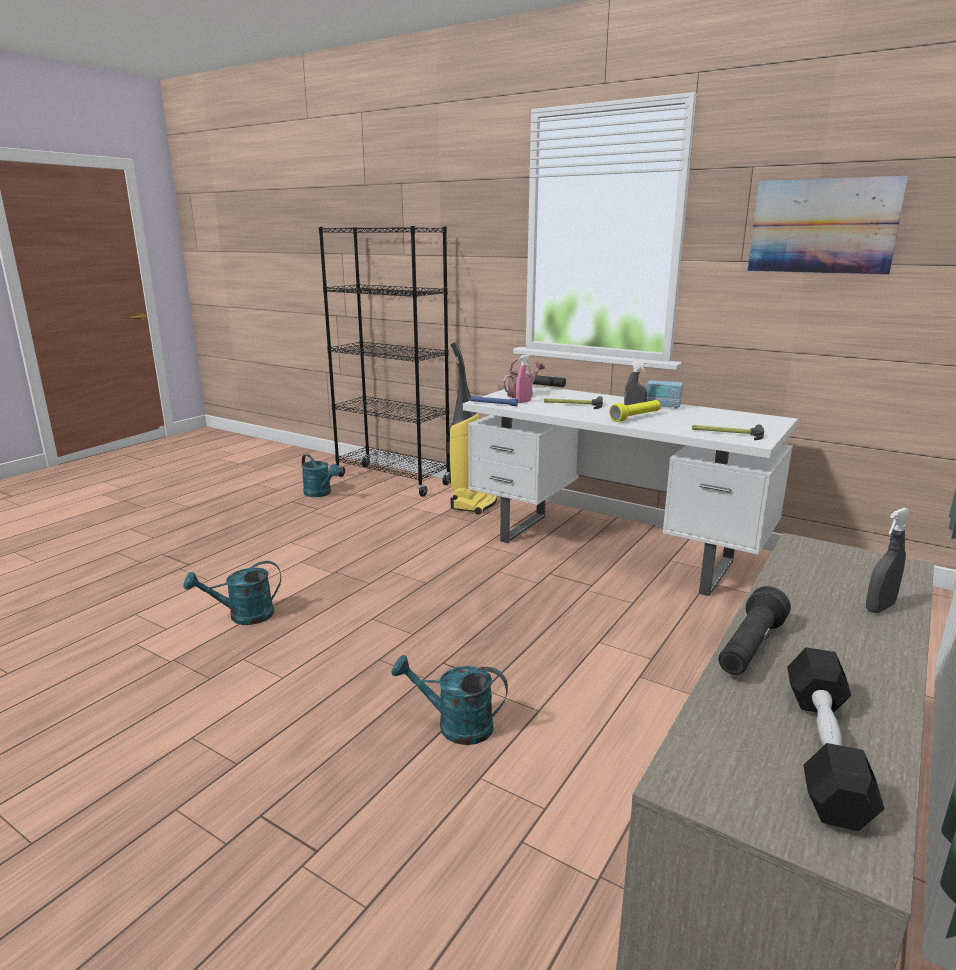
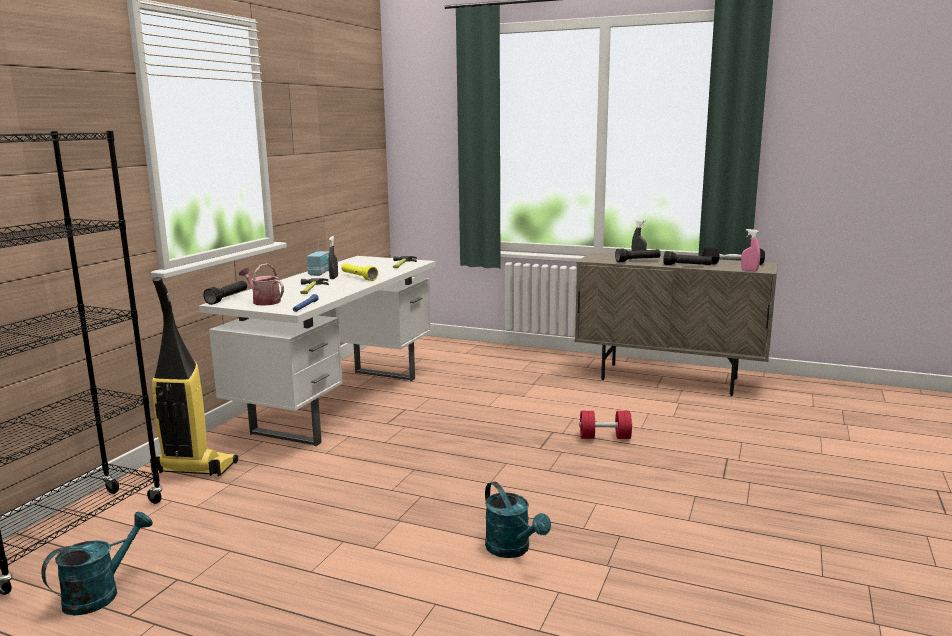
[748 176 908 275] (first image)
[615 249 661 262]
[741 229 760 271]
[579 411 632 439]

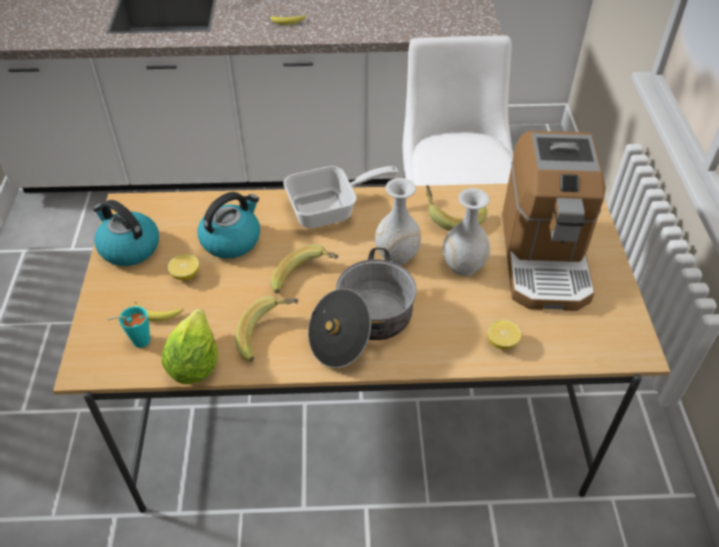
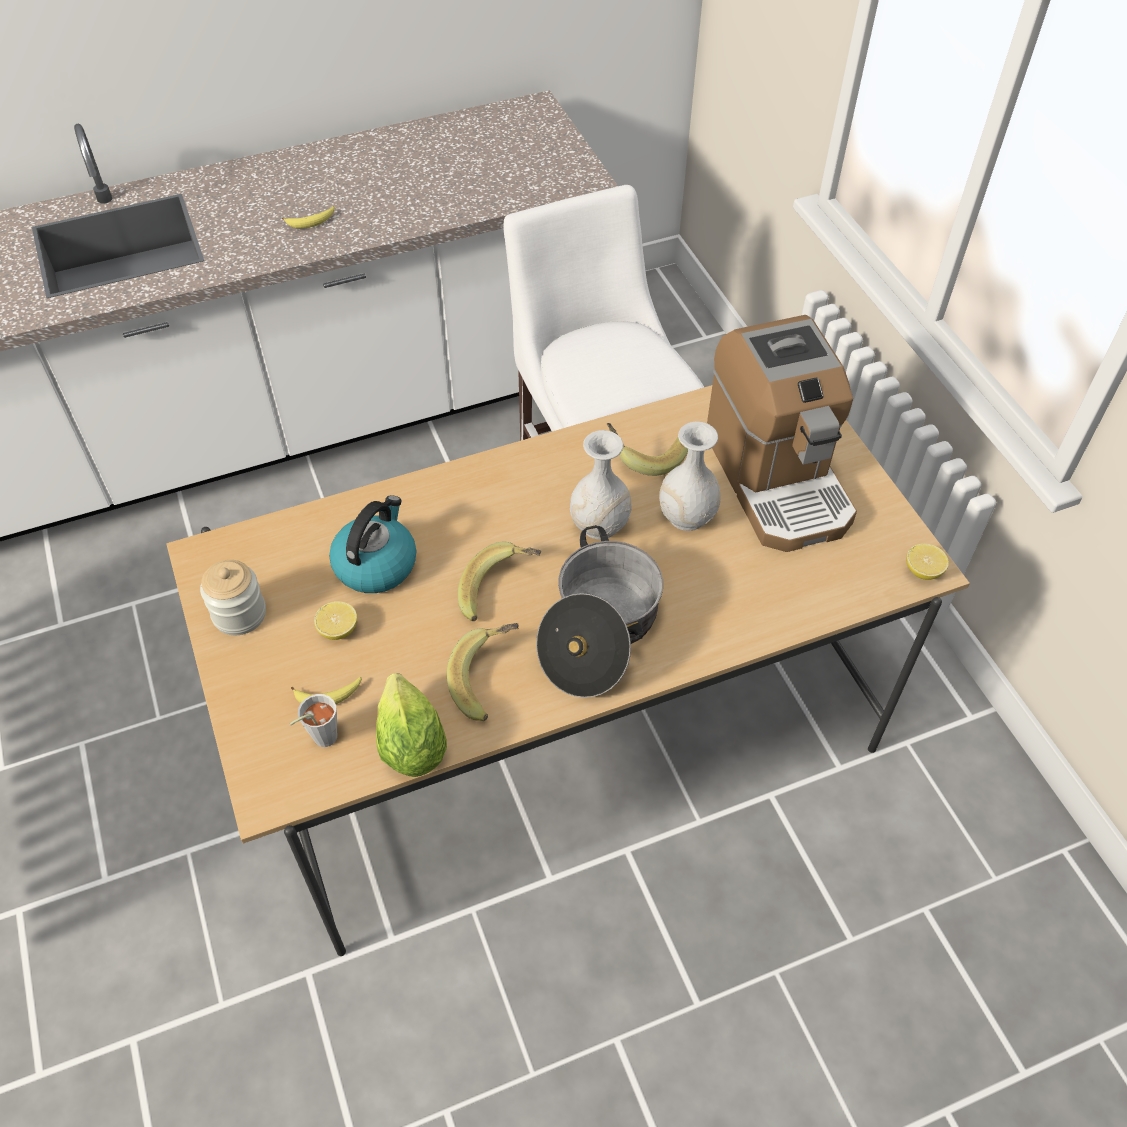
[283 166 399 228] (first image)
[906 543 949 580]
[200 560 266 635]
[289 694 337 747]

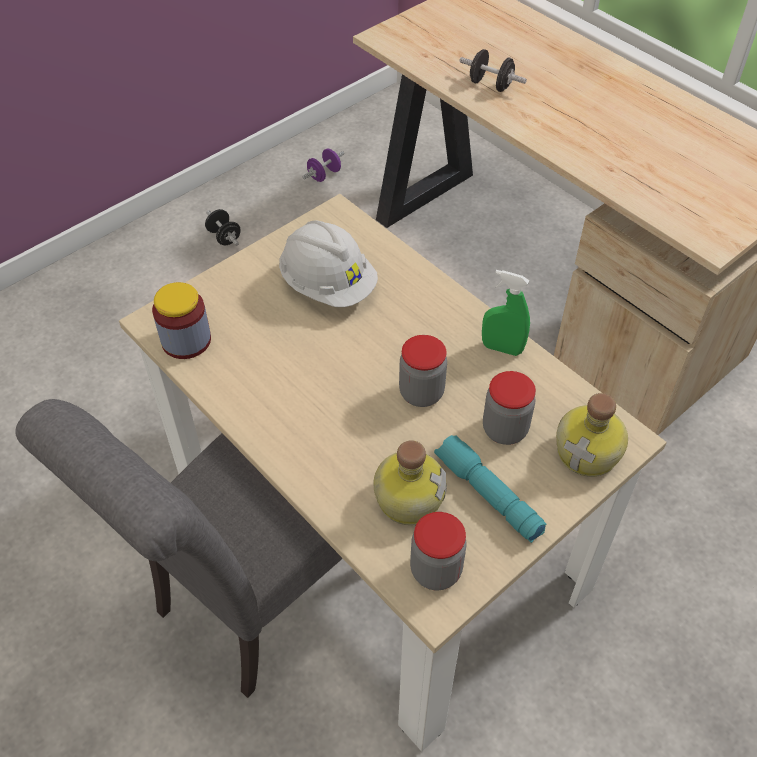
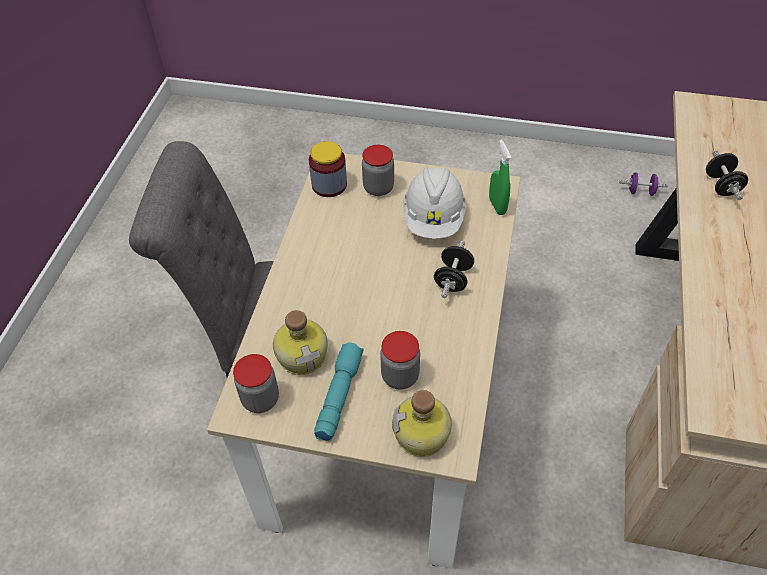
[434 241 474 298]
[362 145 394 196]
[489 139 511 215]

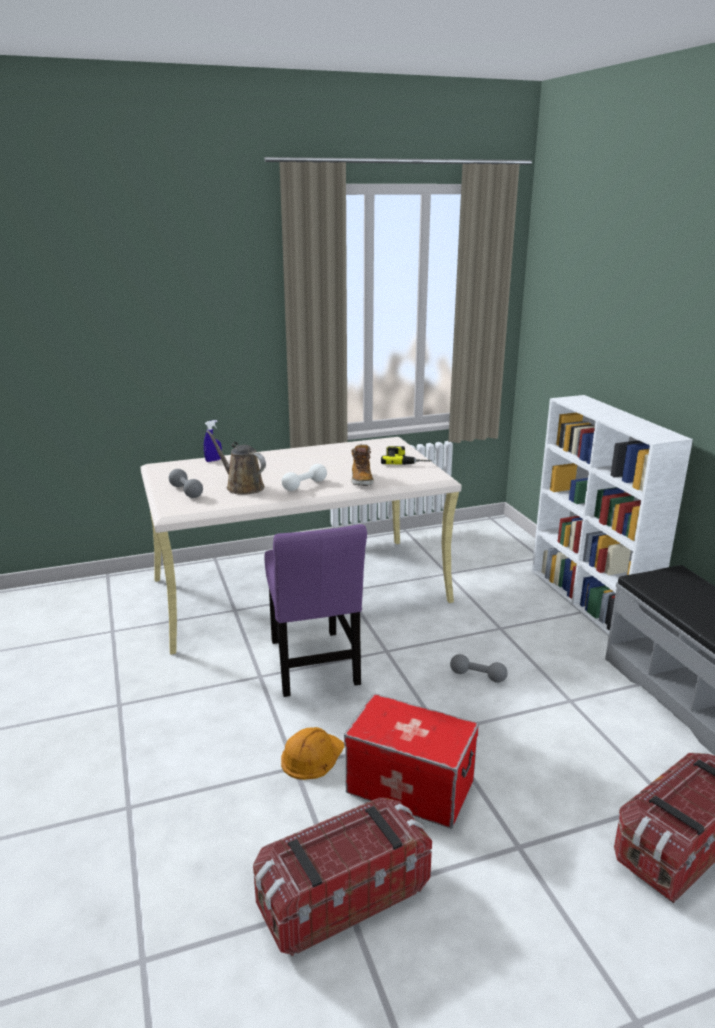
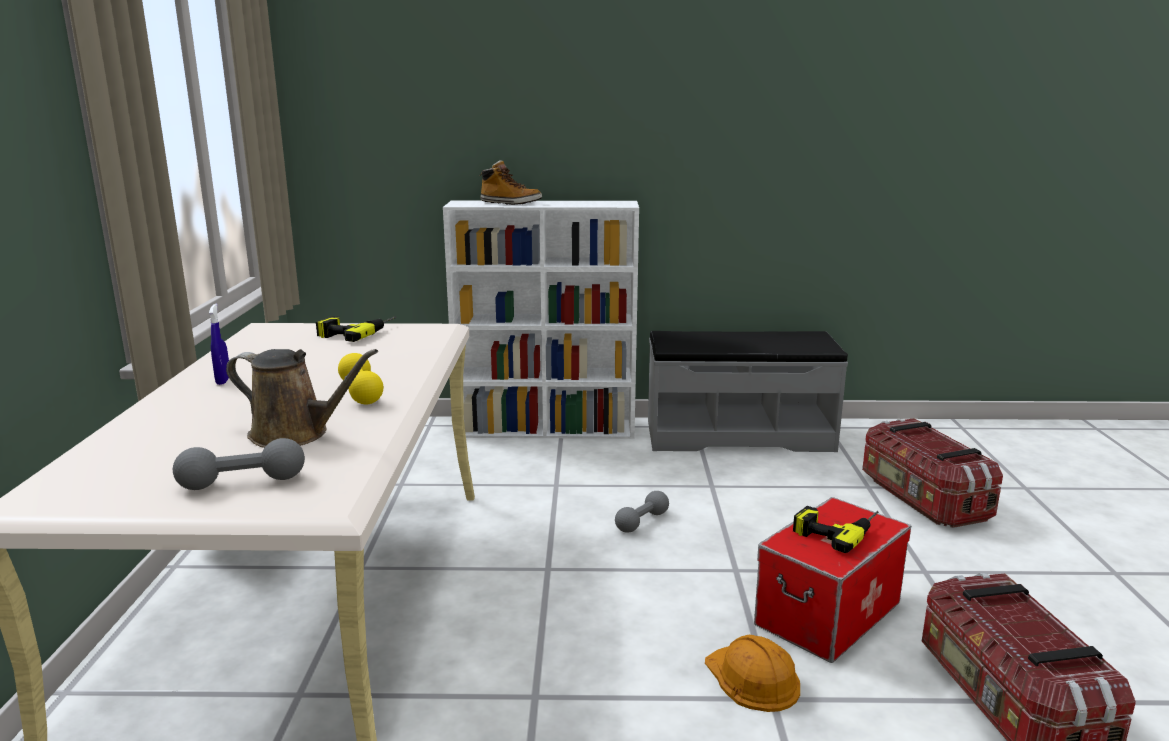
[264 524 367 697] (first image)
[793 506 879 553]
[209 304 229 385]
[480 160 542 205]
[338 353 383 404]
[226 349 378 448]

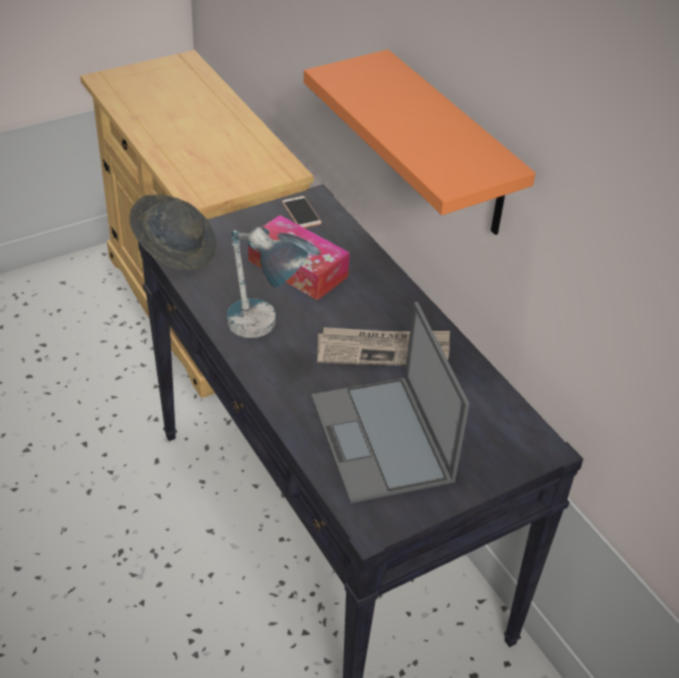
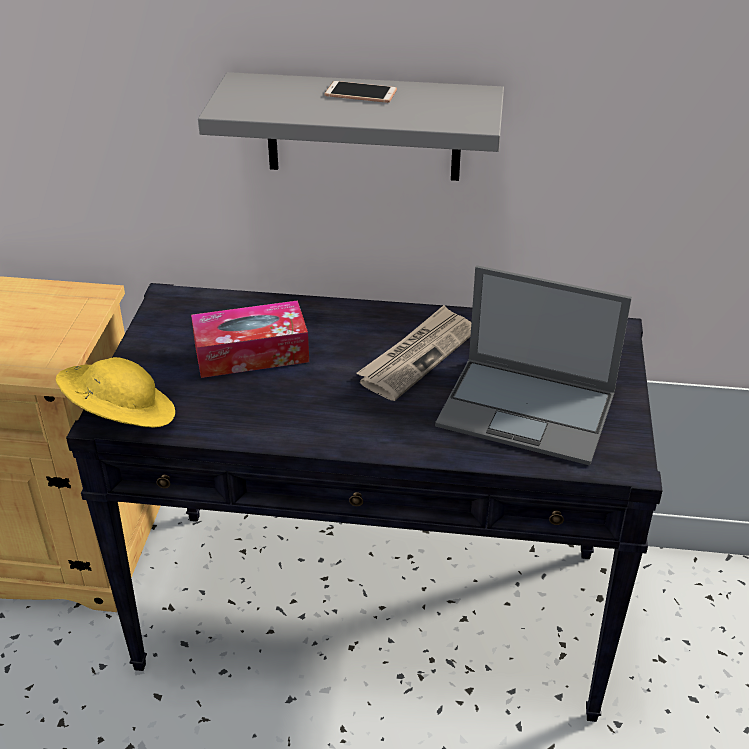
[227 227 308 338] (first image)
[324 81 397 103]
[56 357 175 427]
[198 72 504 181]

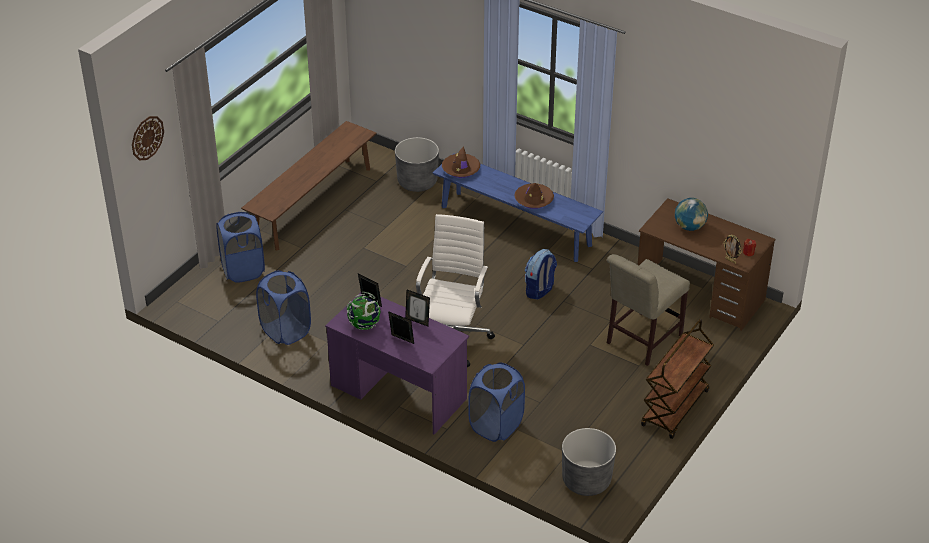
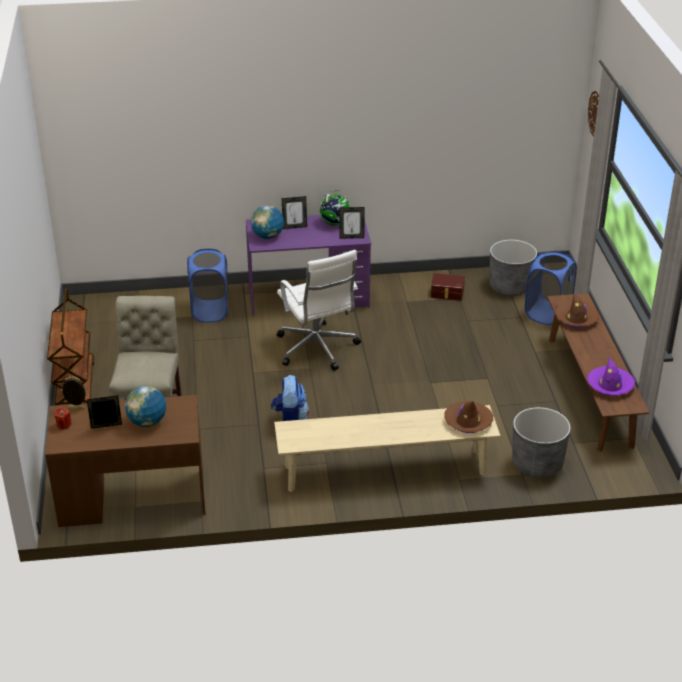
[251 205 284 239]
[587 358 635 396]
[87 395 122 429]
[555 293 599 328]
[489 240 537 296]
[430 273 465 301]
[274 405 500 492]

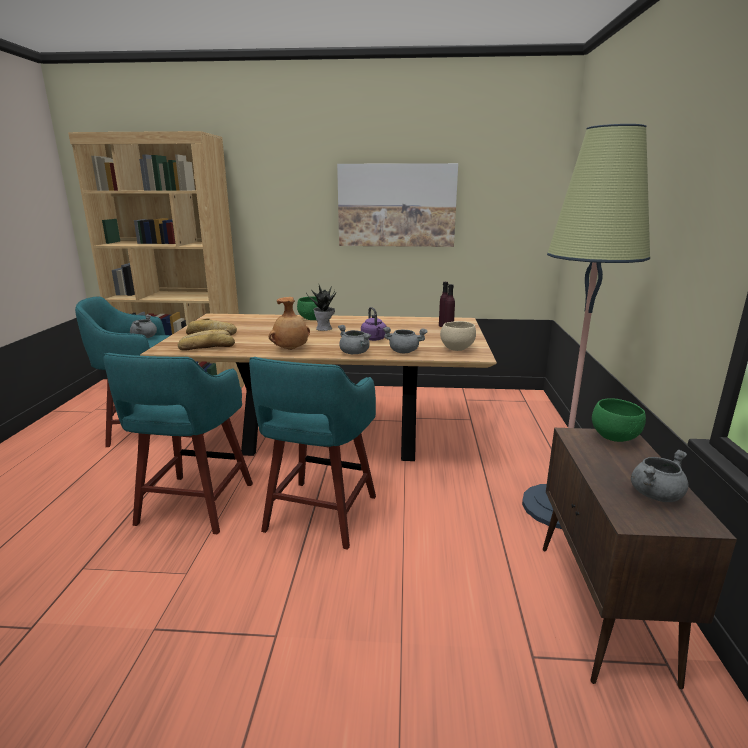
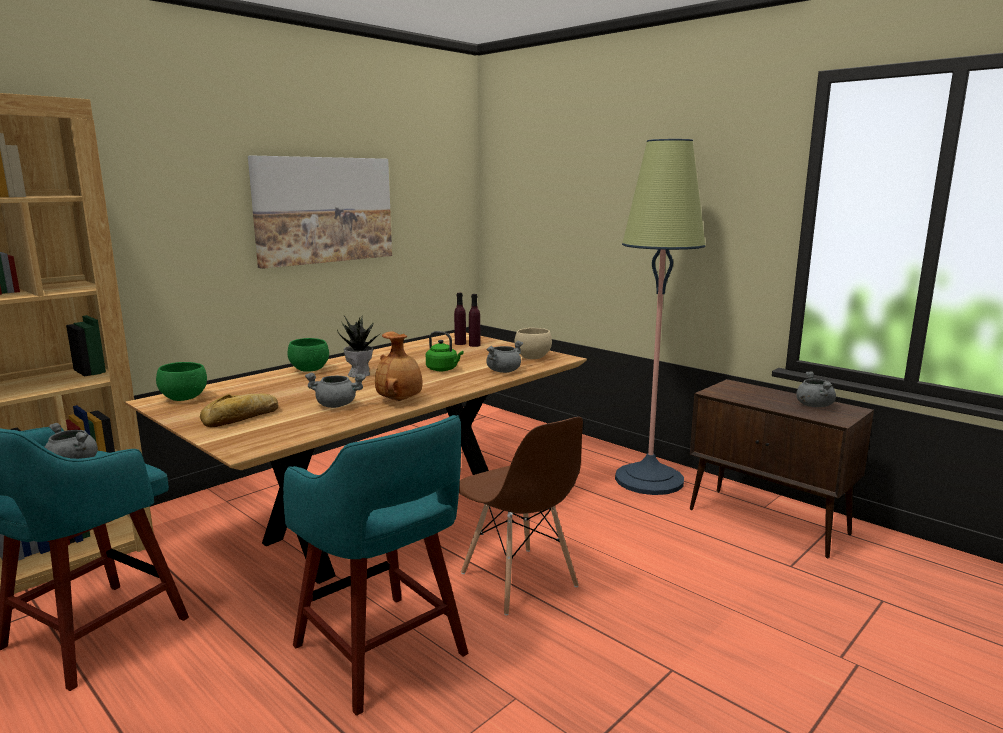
[178 330 235 351] (first image)
[305 373 365 408]
[156 362 207 401]
[459 417 583 615]
[426 331 464 371]

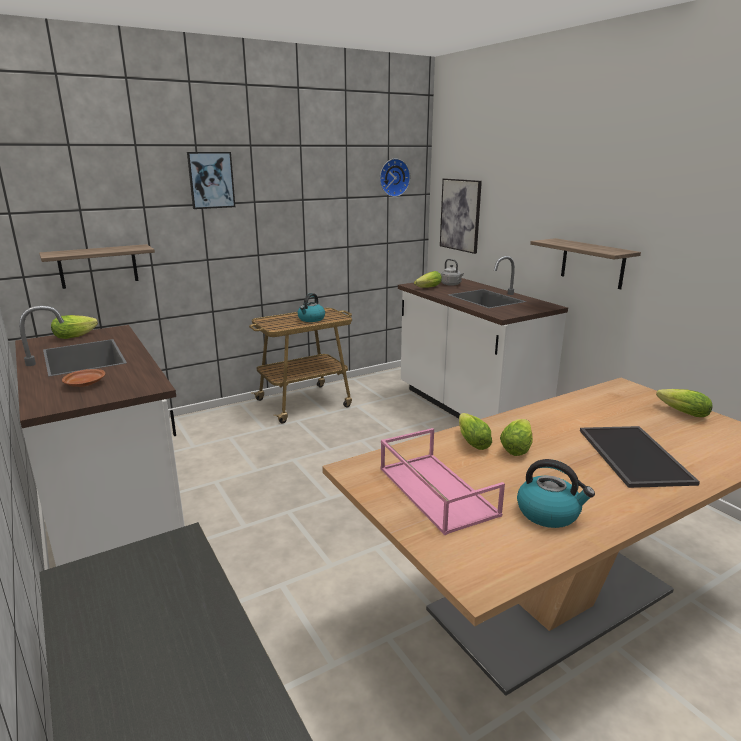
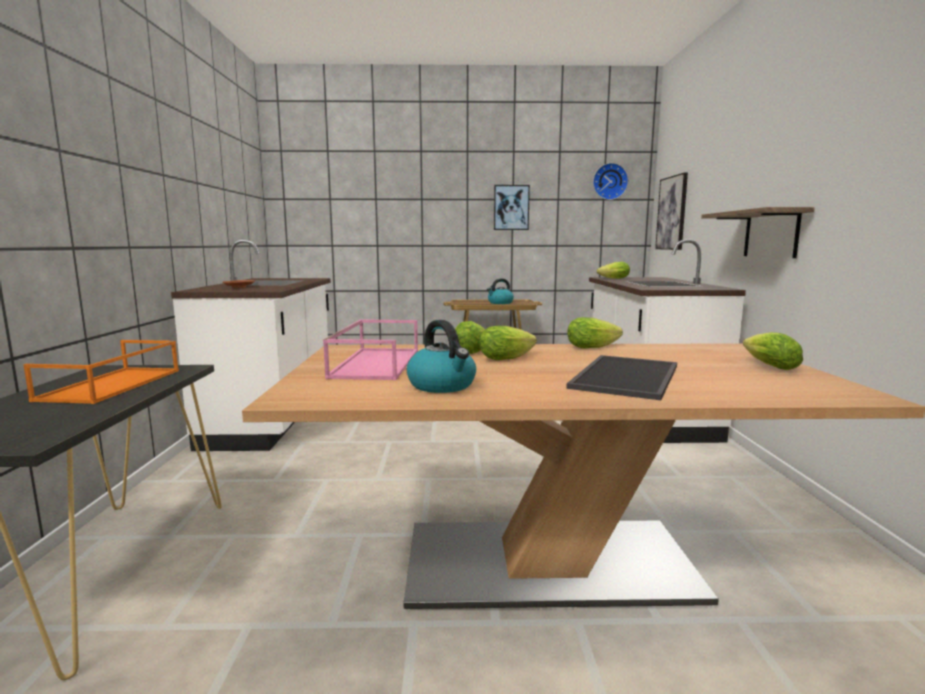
[39 244 155 289] (first image)
[441 259 464 286] (first image)
[23 340 179 404]
[567 317 623 348]
[494 185 530 230]

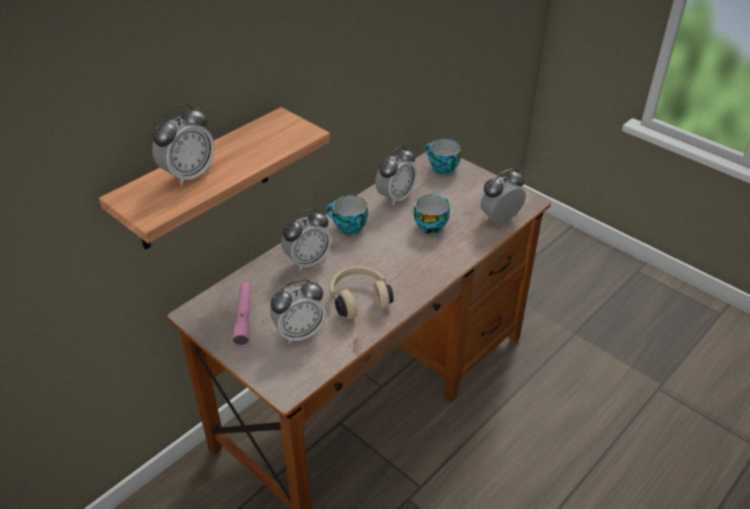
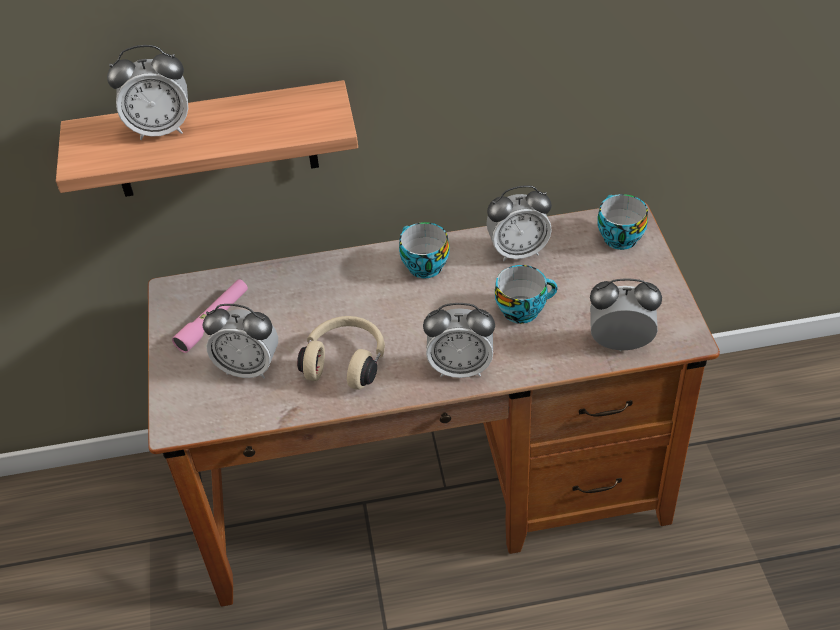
[423 303 495 378]

